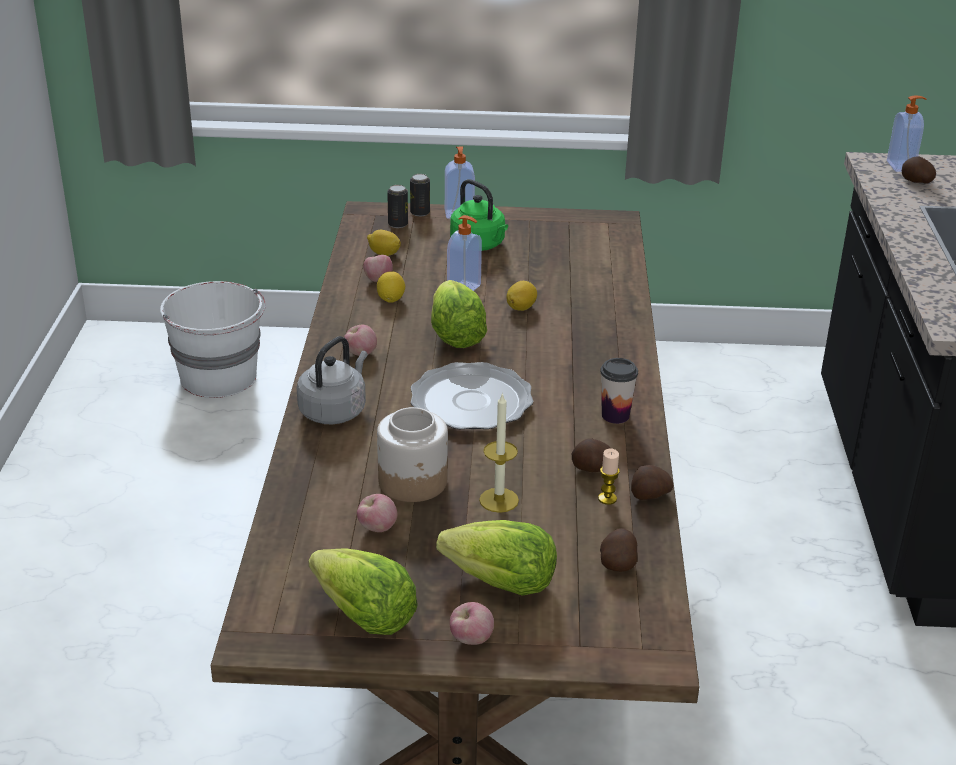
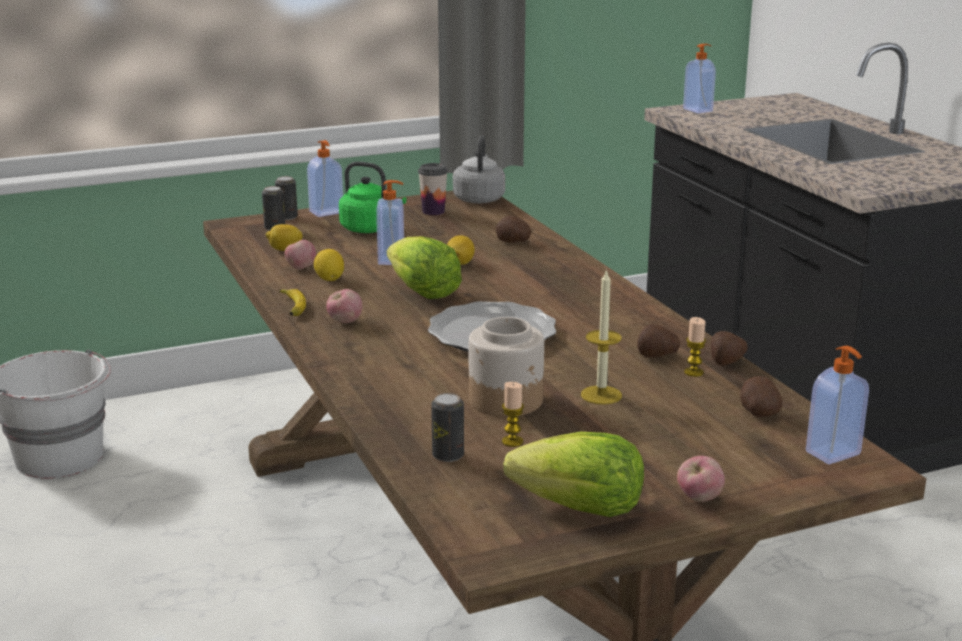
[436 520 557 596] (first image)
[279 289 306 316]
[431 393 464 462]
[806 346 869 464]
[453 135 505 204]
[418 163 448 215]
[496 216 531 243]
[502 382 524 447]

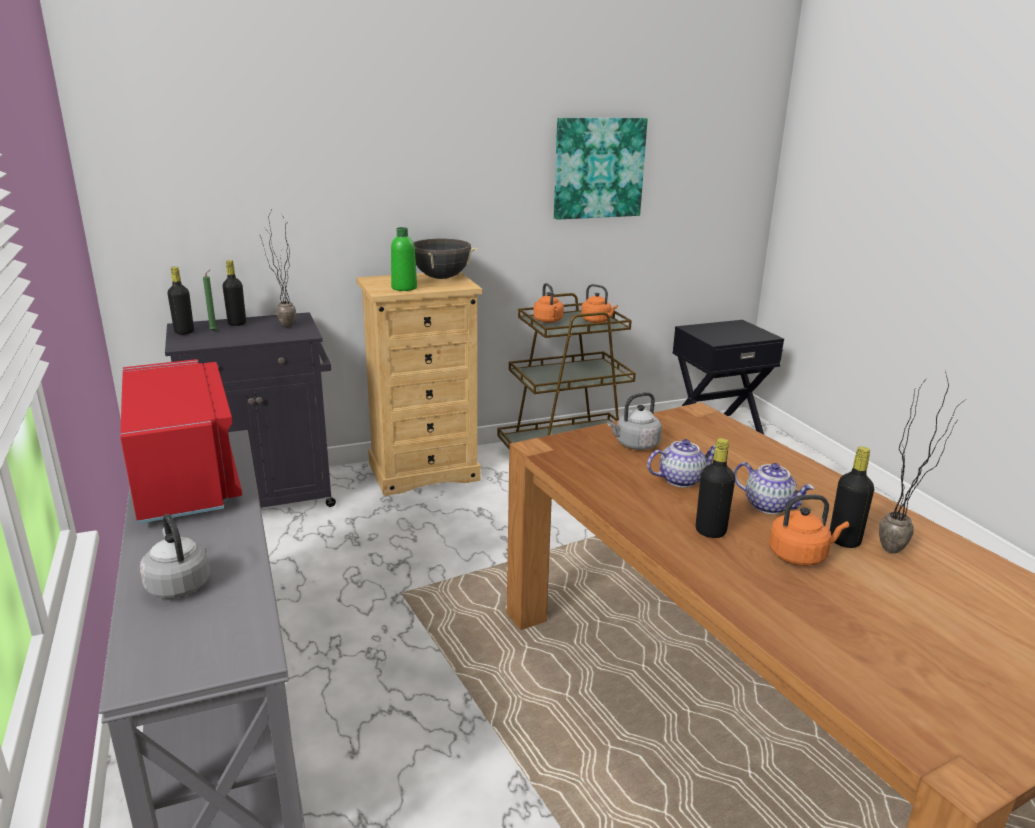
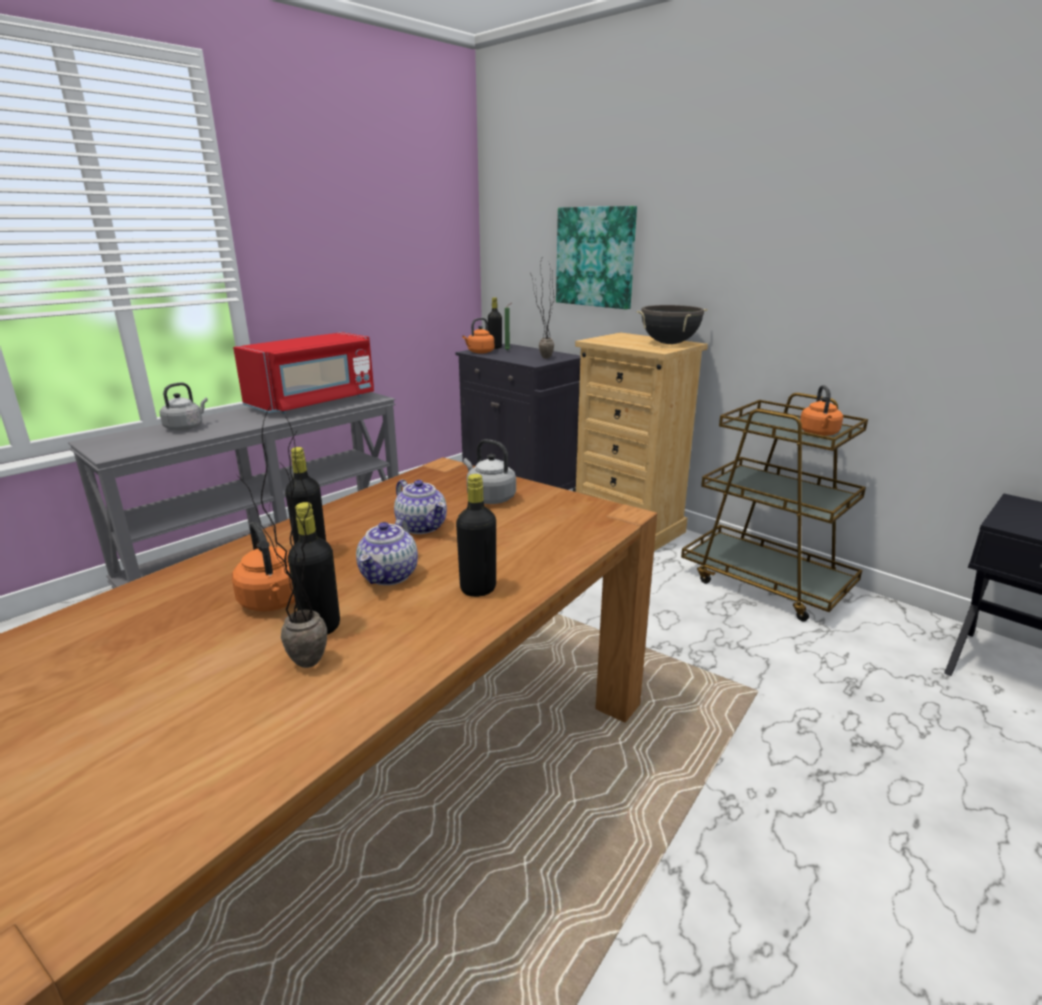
[391 227 417 291] (first image)
[456 474 496 597]
[462 318 494 354]
[556 206 637 309]

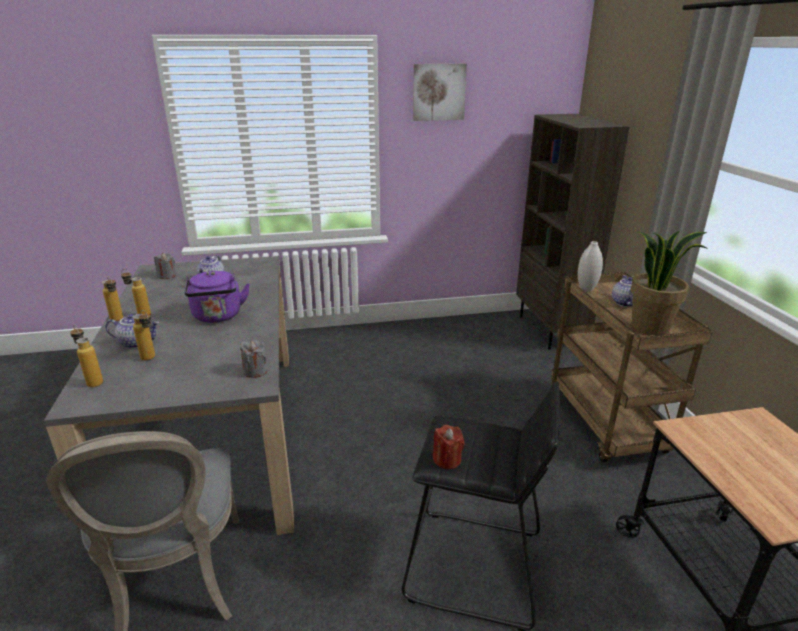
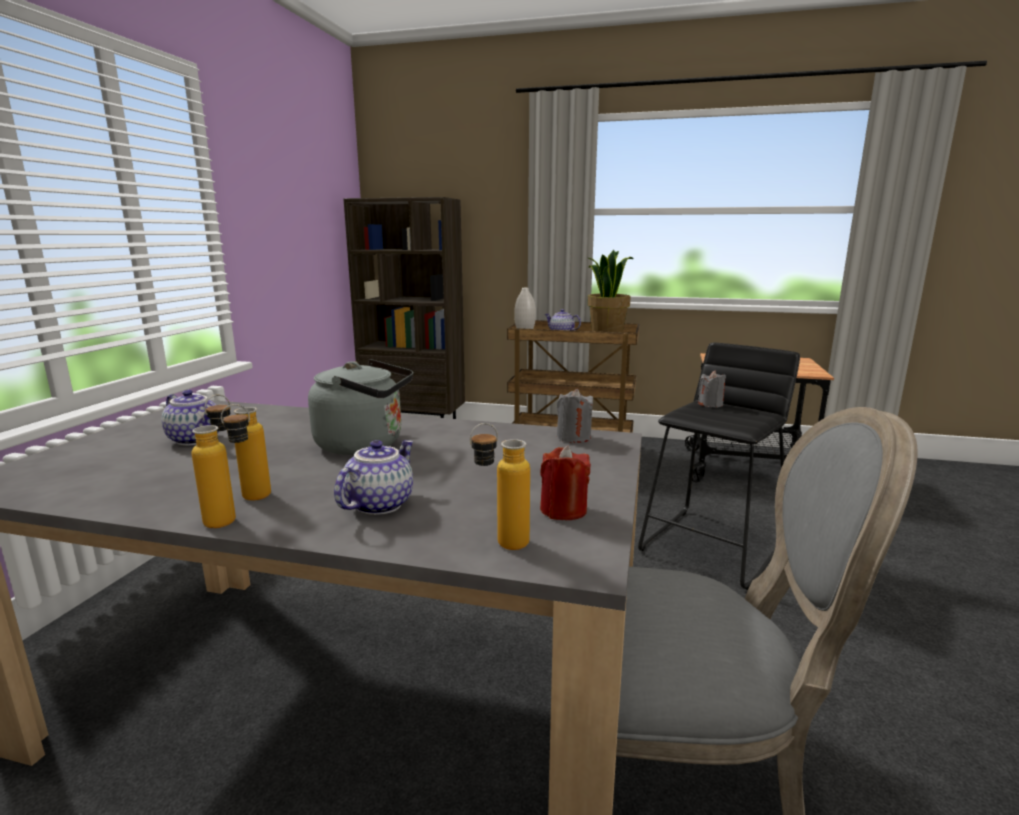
[132 310 155 360] (first image)
[413 64 467 121] (first image)
[698 370 726 408]
[540 446 591 520]
[308 359 413 455]

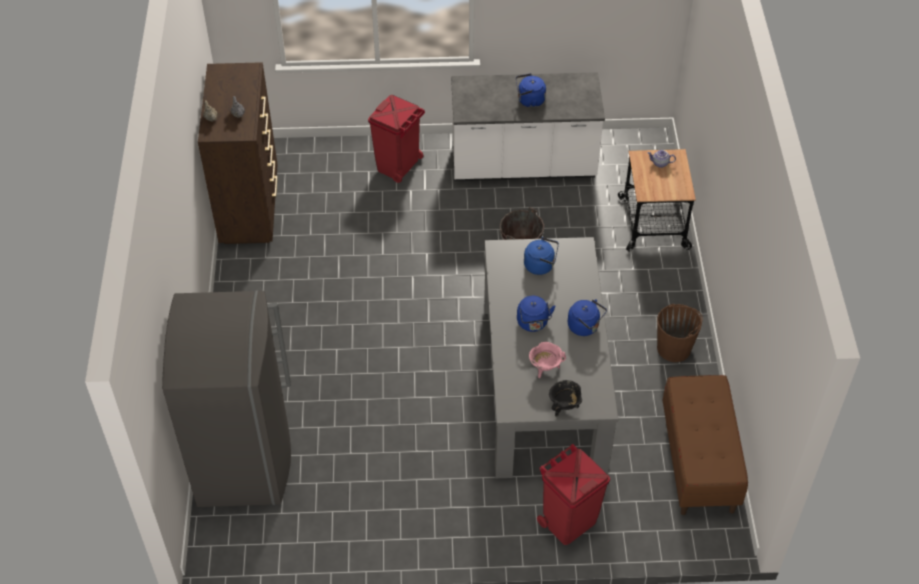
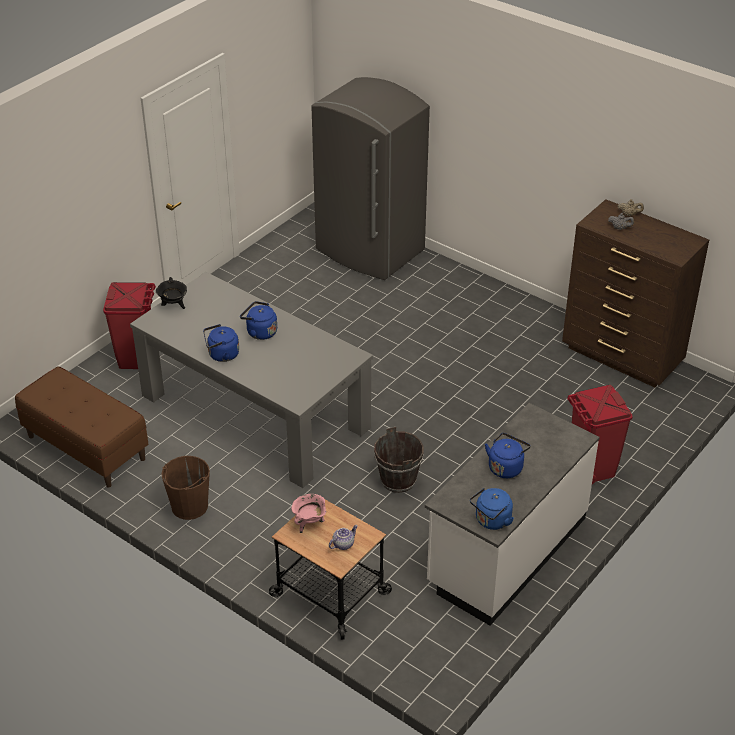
[470 488 514 530]
[291 494 327 533]

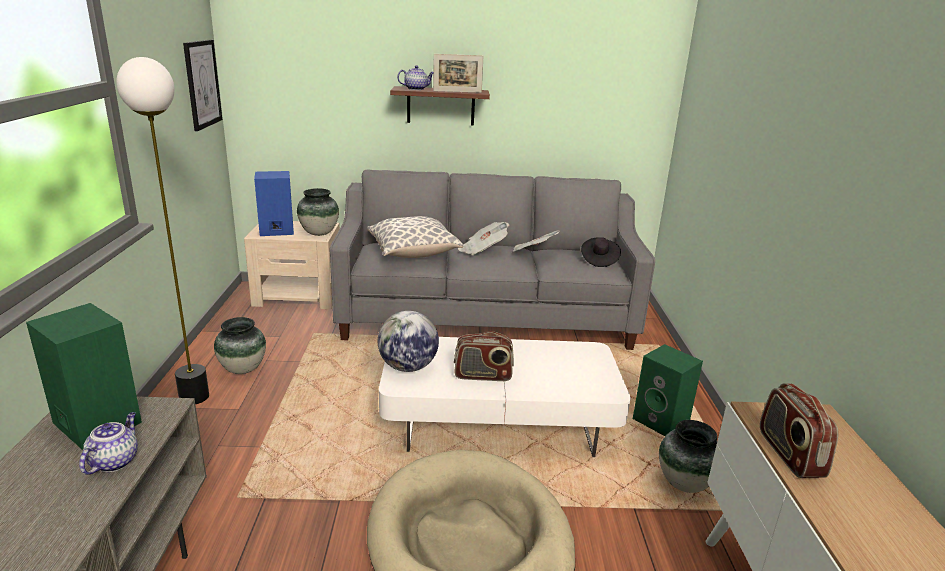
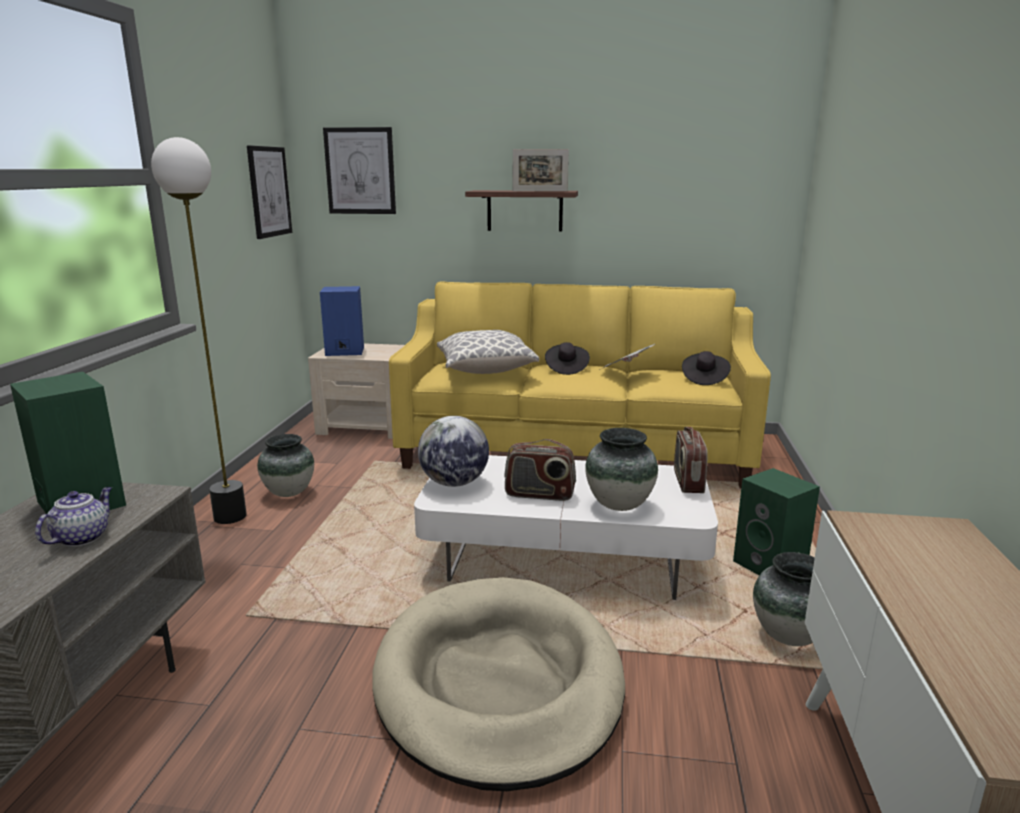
[397 65 433 90] (first image)
[323 127 396 214]
[585 428 658 511]
[674 427 708 493]
[545 342 590 375]
[389 281 771 489]

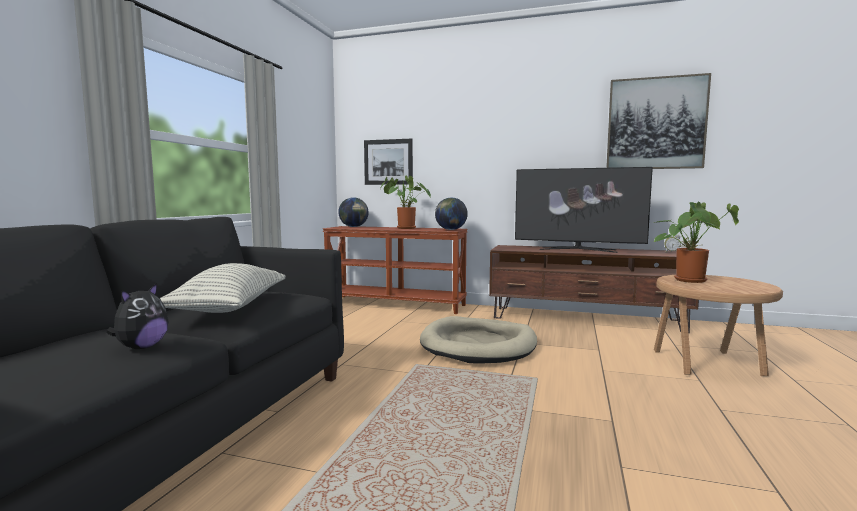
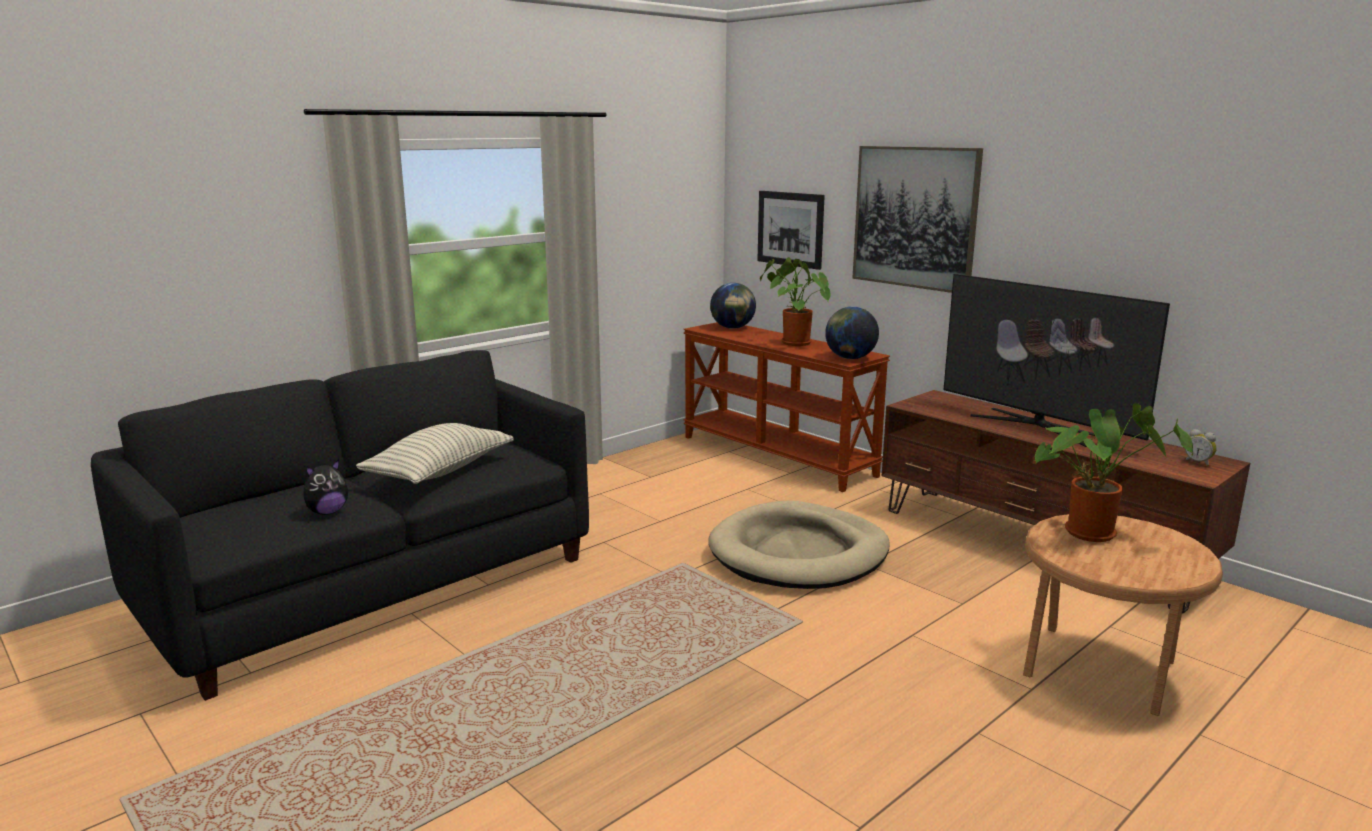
[853 146 983 293]

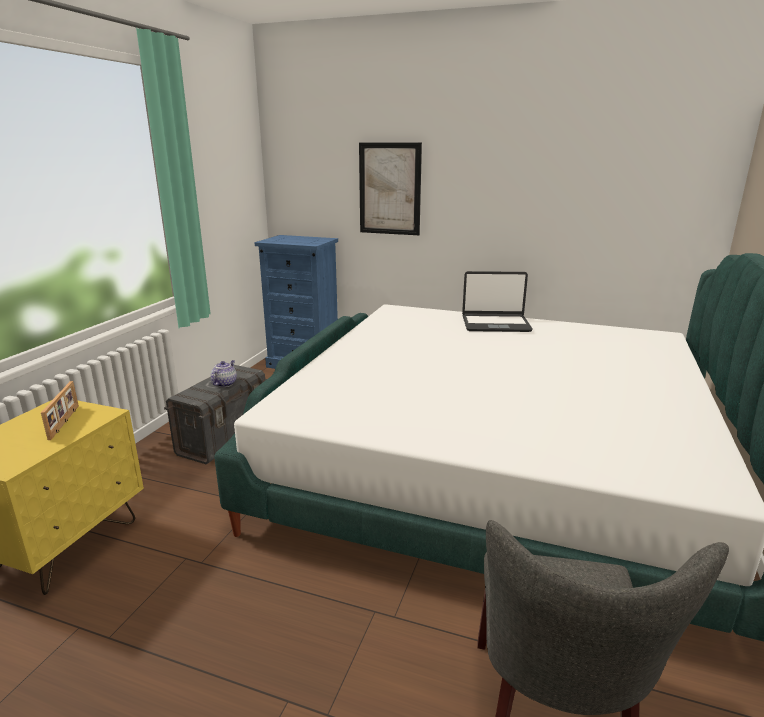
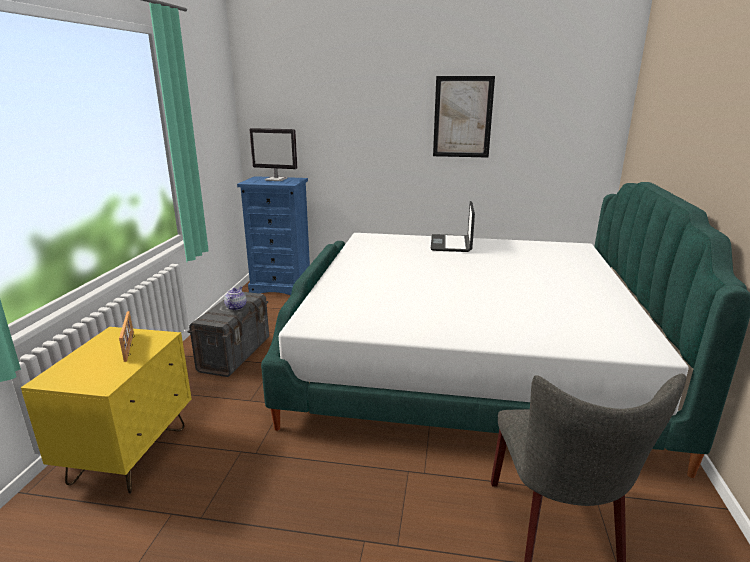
[249 128 297 181]
[433 76 495 158]
[431 201 475 252]

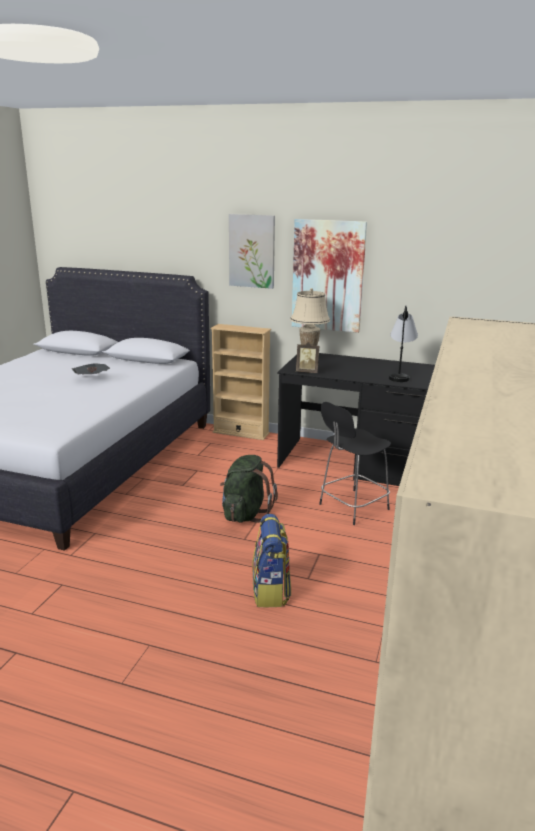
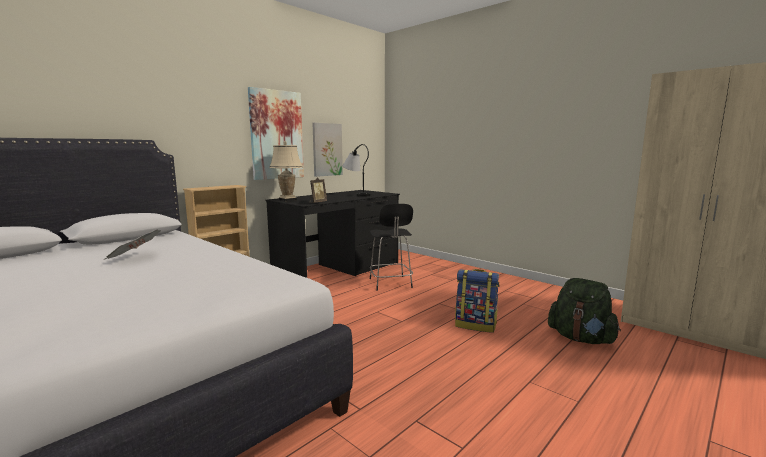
[548 278 621 344]
[312 123 343 177]

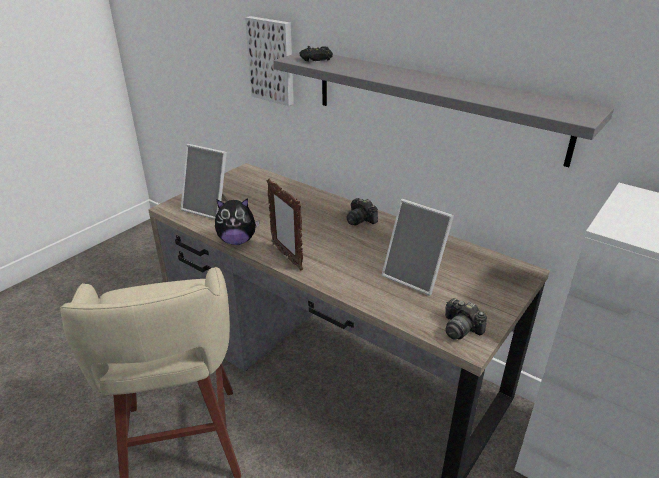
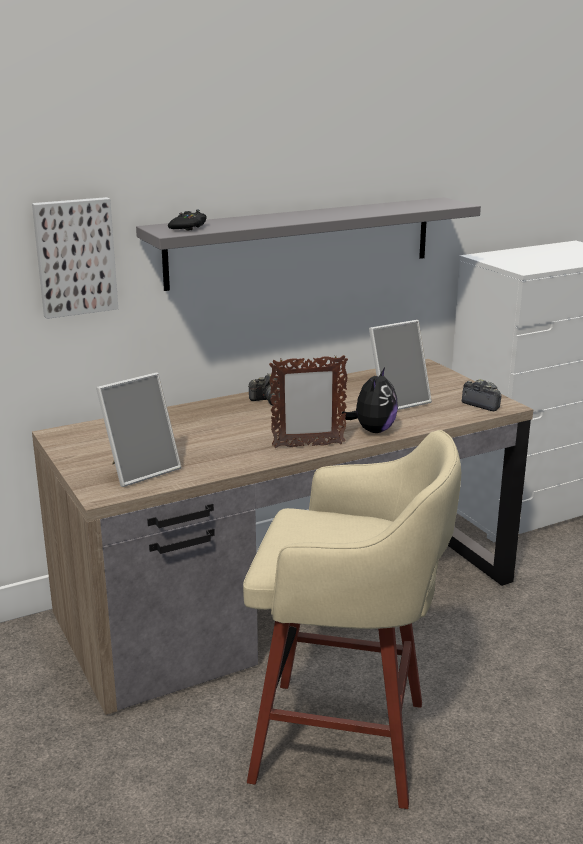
[342 367 398 433]
[462 379 502 411]

